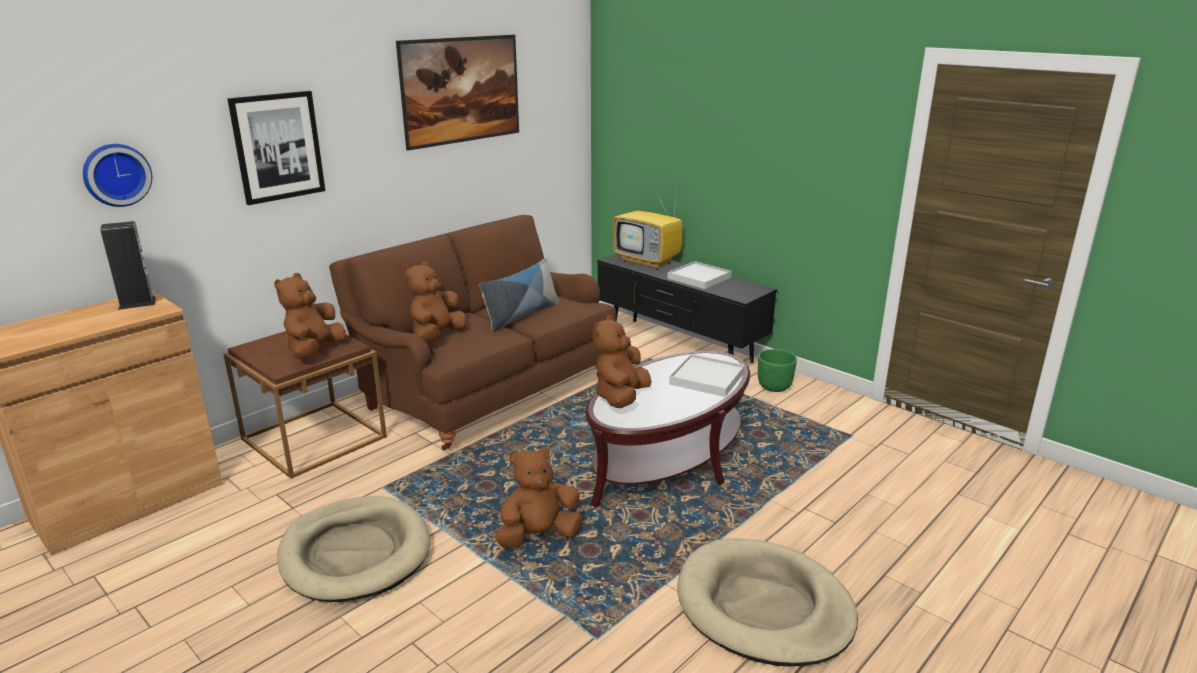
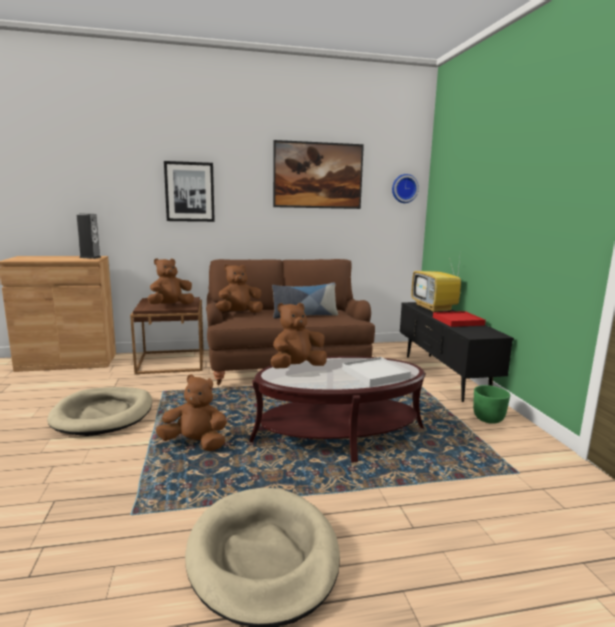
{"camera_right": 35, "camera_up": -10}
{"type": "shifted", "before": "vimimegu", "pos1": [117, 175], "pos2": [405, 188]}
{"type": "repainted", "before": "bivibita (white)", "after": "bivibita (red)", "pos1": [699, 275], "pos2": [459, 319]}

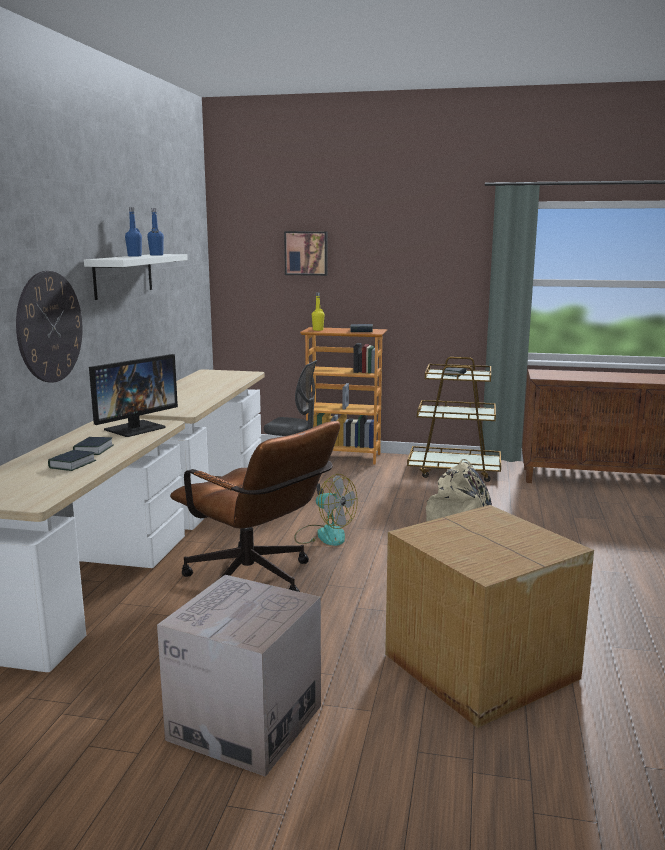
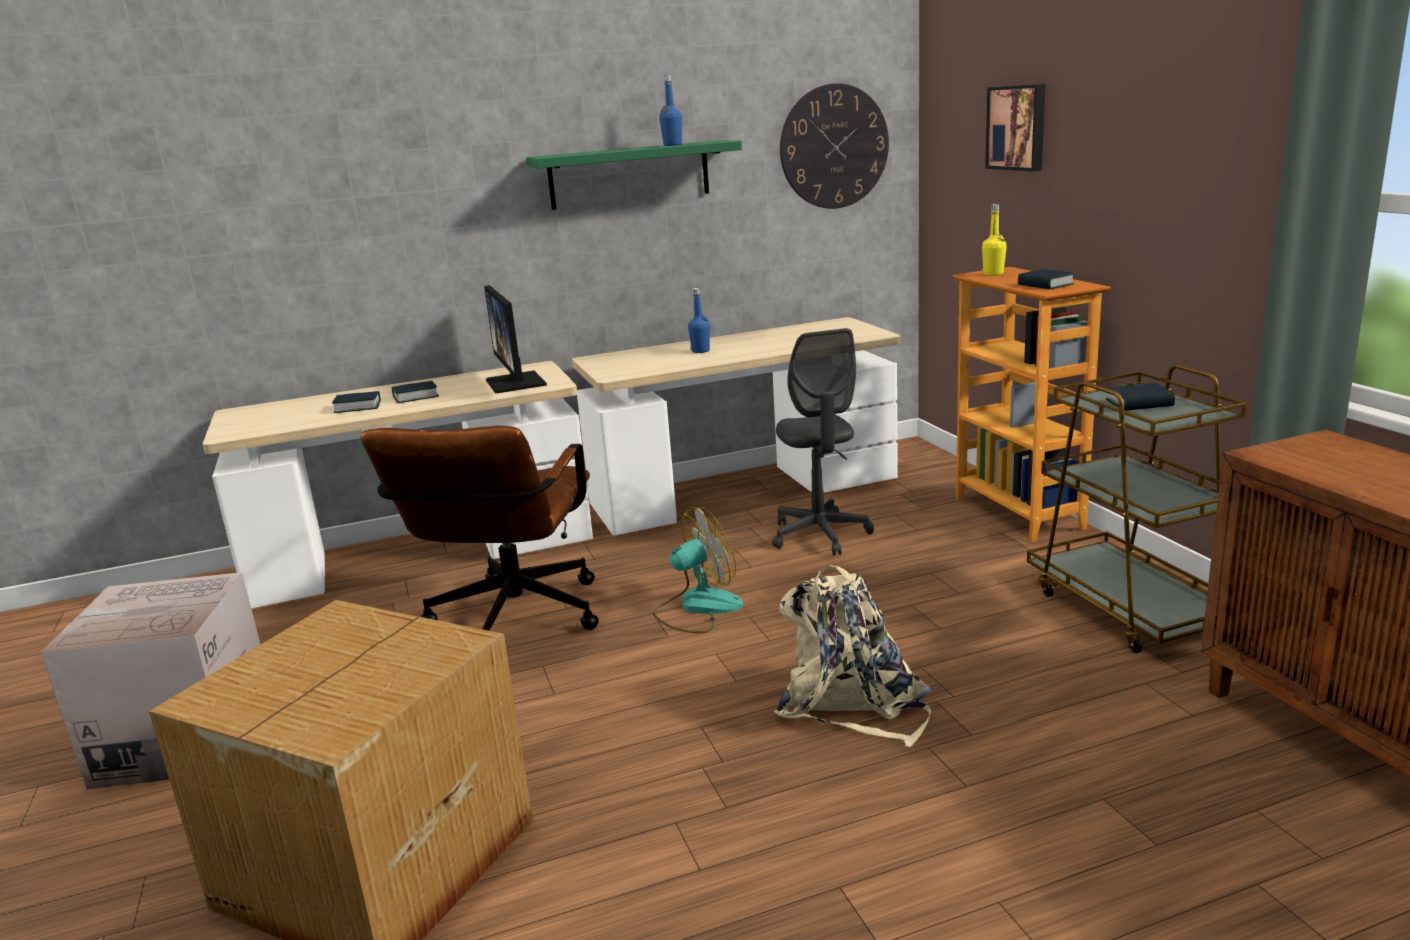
{"camera_right": 60, "camera_up": 5}
{"type": "shifted", "before": "vimimegu", "pos1": [49, 326], "pos2": [834, 146]}
{"type": "shifted", "before": "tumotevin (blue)", "pos1": [133, 232], "pos2": [699, 320]}
{"type": "repainted", "before": "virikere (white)", "after": "virikere (green)", "pos1": [136, 277], "pos2": [634, 175]}
{"type": "rotated", "before": "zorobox", "pos1": [133, 395], "pos2": [515, 339], "turn": 60}
{"type": "rotated", "before": "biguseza", "pos1": [325, 510], "pos2": [698, 569], "turn": -120}

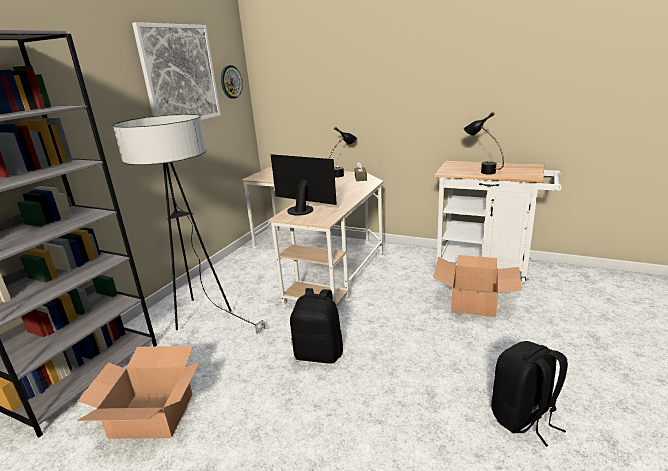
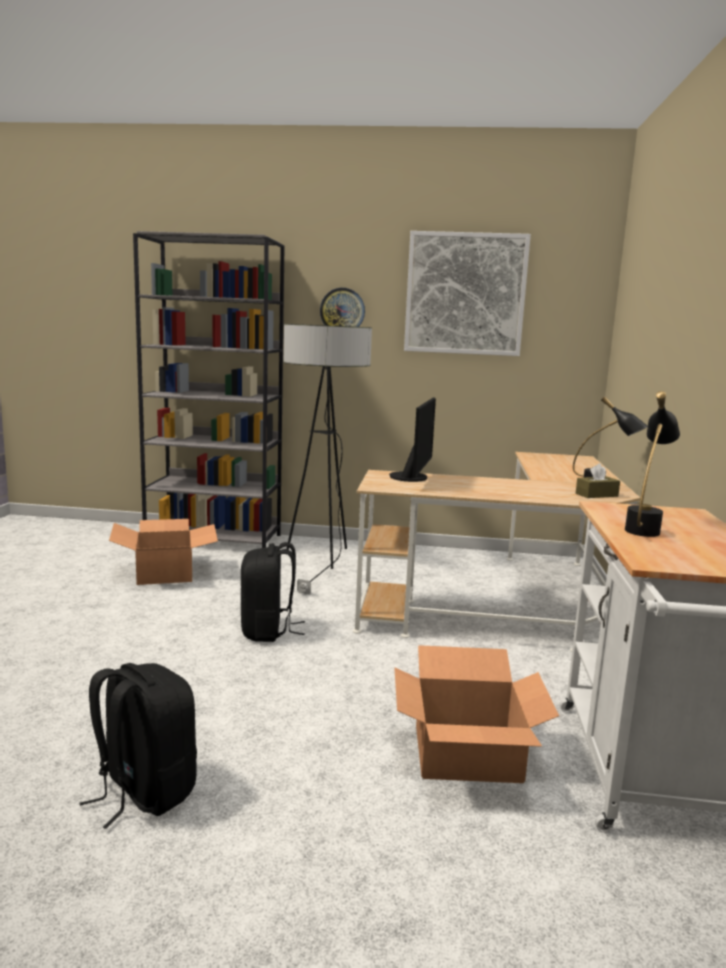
{"camera_right": 70, "camera_up": -10}
{"type": "shifted", "before": "vimimegu", "pos1": [232, 82], "pos2": [342, 307]}

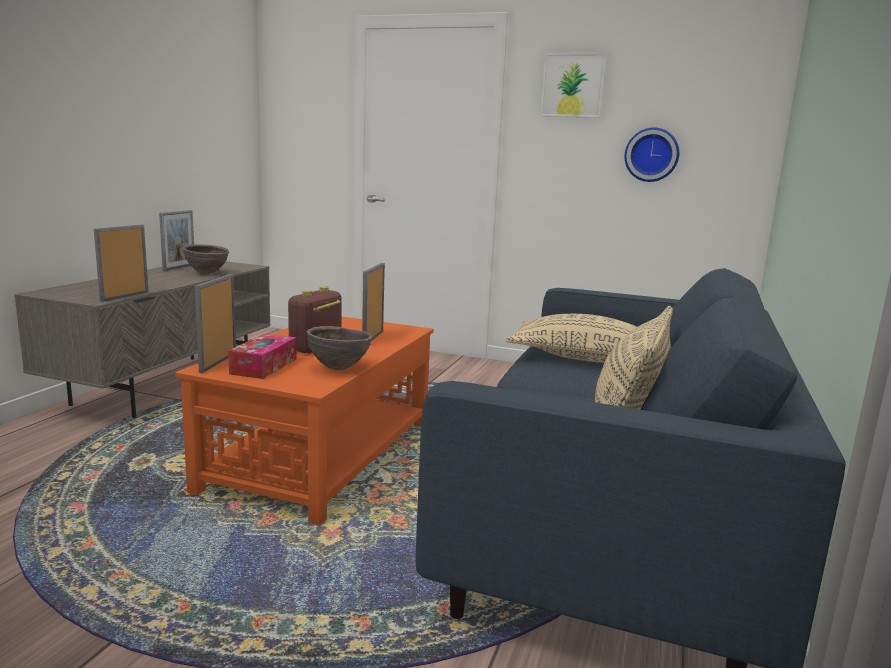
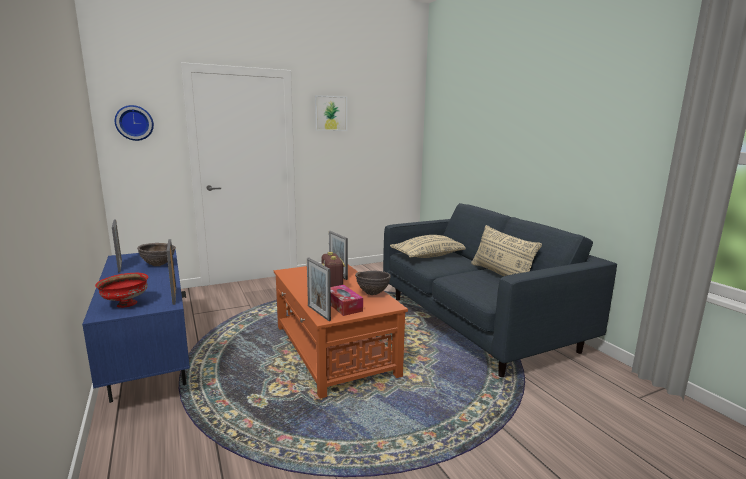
{"camera_right": -45, "camera_up": 0}
{"type": "new", "after": "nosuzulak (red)", "pos2": [121, 290]}
{"type": "shifted", "before": "vimimegu", "pos1": [651, 154], "pos2": [134, 123]}
{"type": "repainted", "before": "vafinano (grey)", "after": "vafinano (blue)", "pos1": [142, 339], "pos2": [136, 326]}

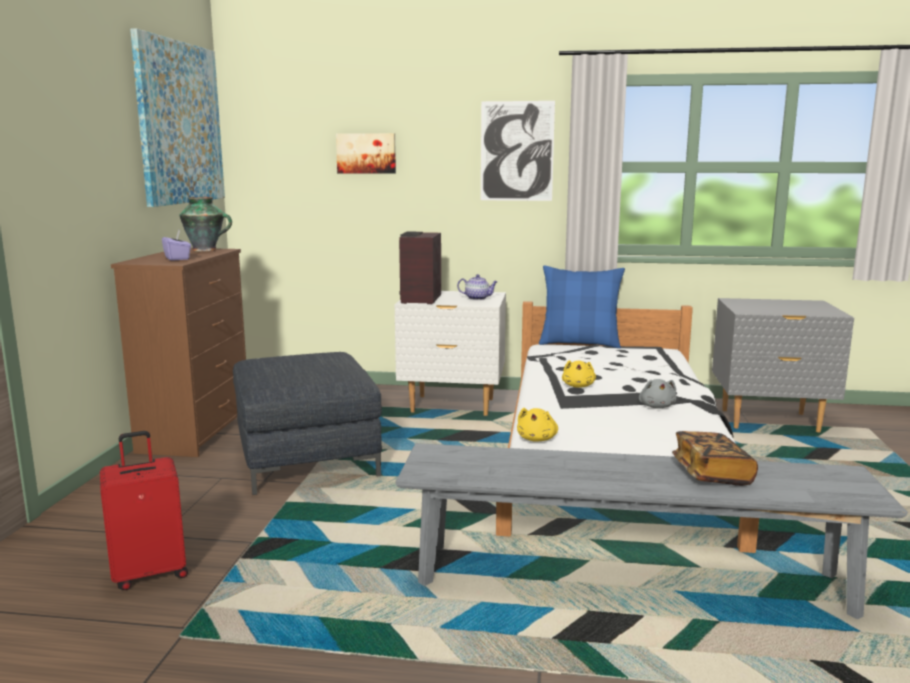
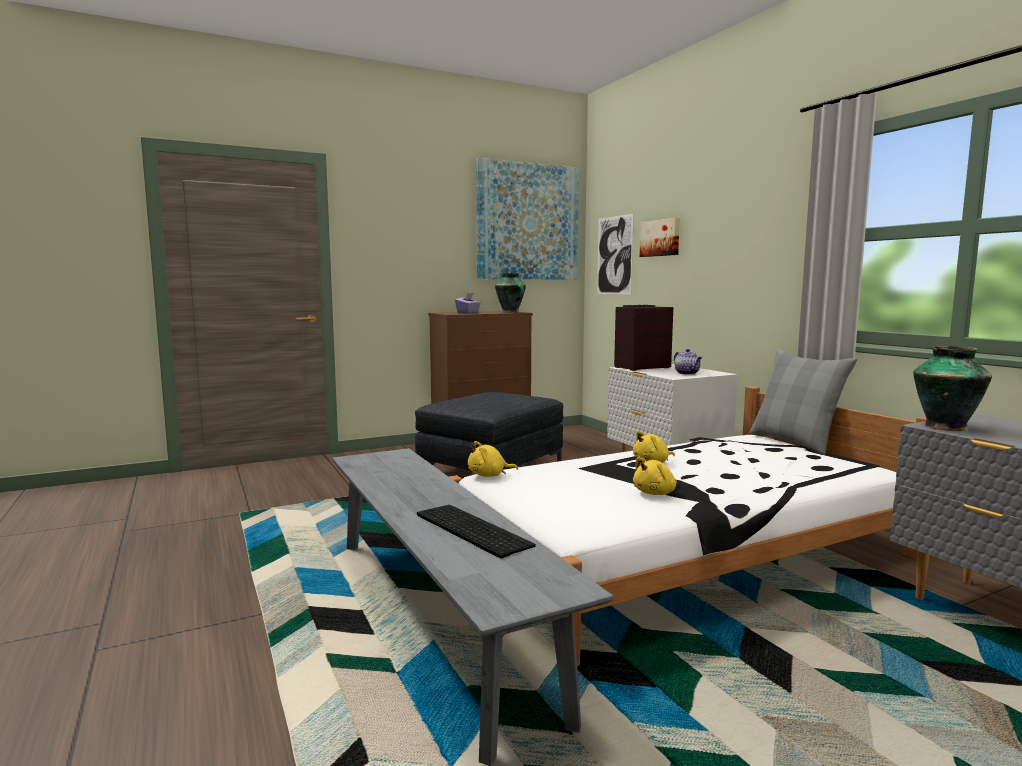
{"camera_right": 55, "camera_up": -5}
{"type": "gone", "before": "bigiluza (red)", "pos1": [144, 510]}
{"type": "new", "after": "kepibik", "pos2": [952, 388]}
{"type": "shifted", "before": "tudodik", "pos1": [518, 151], "pos2": [615, 253]}
{"type": "swapped", "before": "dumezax", "after": "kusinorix", "pos1": [715, 458], "pos2": [476, 531]}
{"type": "repainted", "before": "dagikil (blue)", "after": "dagikil (grey)", "pos1": [582, 306], "pos2": [803, 402]}
{"type": "repainted", "before": "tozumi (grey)", "after": "tozumi (yellow)", "pos1": [658, 394], "pos2": [655, 476]}

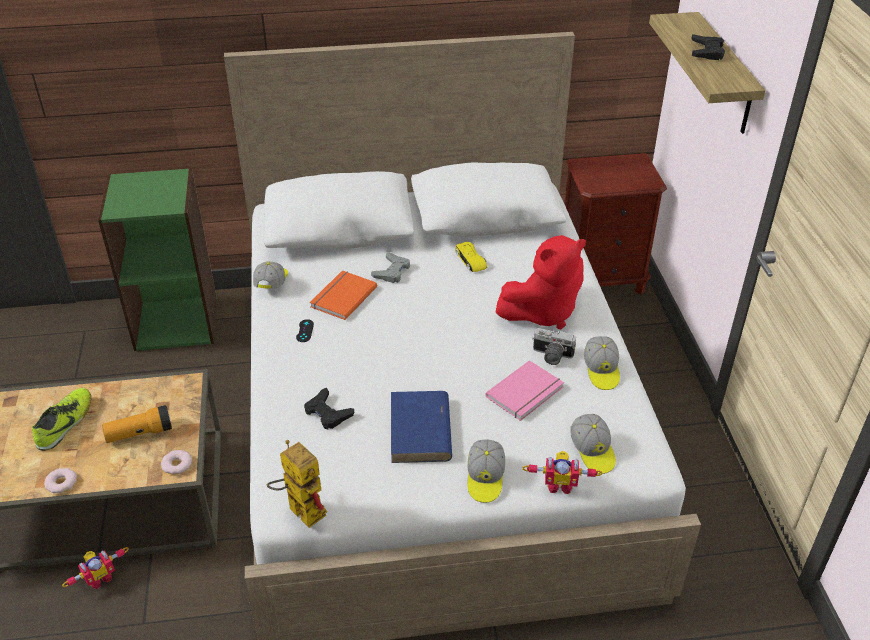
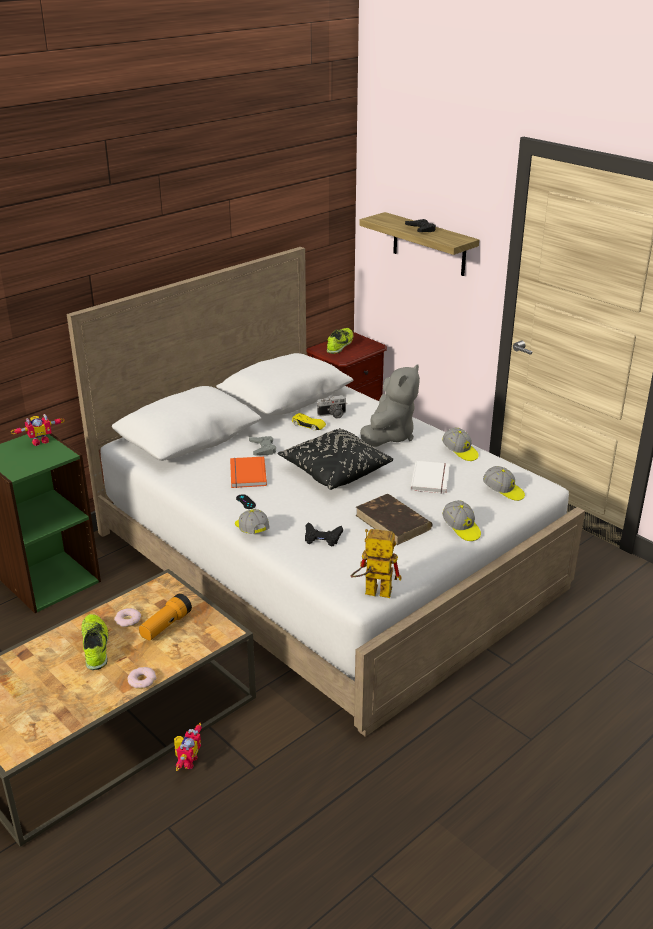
{"camera_right": -35, "camera_up": -10}
{"type": "new", "after": "dagikil (black)", "pos2": [335, 459]}
{"type": "new", "after": "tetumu", "pos2": [340, 341]}
{"type": "shifted", "before": "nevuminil", "pos1": [176, 462], "pos2": [127, 617]}
{"type": "shifted", "before": "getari", "pos1": [270, 275], "pos2": [252, 521]}
{"type": "shifted", "before": "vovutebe", "pos1": [562, 472], "pos2": [38, 430]}
{"type": "shifted", "before": "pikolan", "pos1": [554, 346], "pos2": [331, 407]}
{"type": "repainted", "before": "dumezax (blue)", "after": "dumezax (brown)", "pos1": [421, 427], "pos2": [394, 519]}
{"type": "repainted", "before": "dumezax (pink)", "after": "dumezax (white)", "pos1": [525, 390], "pos2": [430, 477]}
{"type": "repainted", "before": "tozumi (red)", "after": "tozumi (grey)", "pos1": [541, 282], "pos2": [390, 405]}

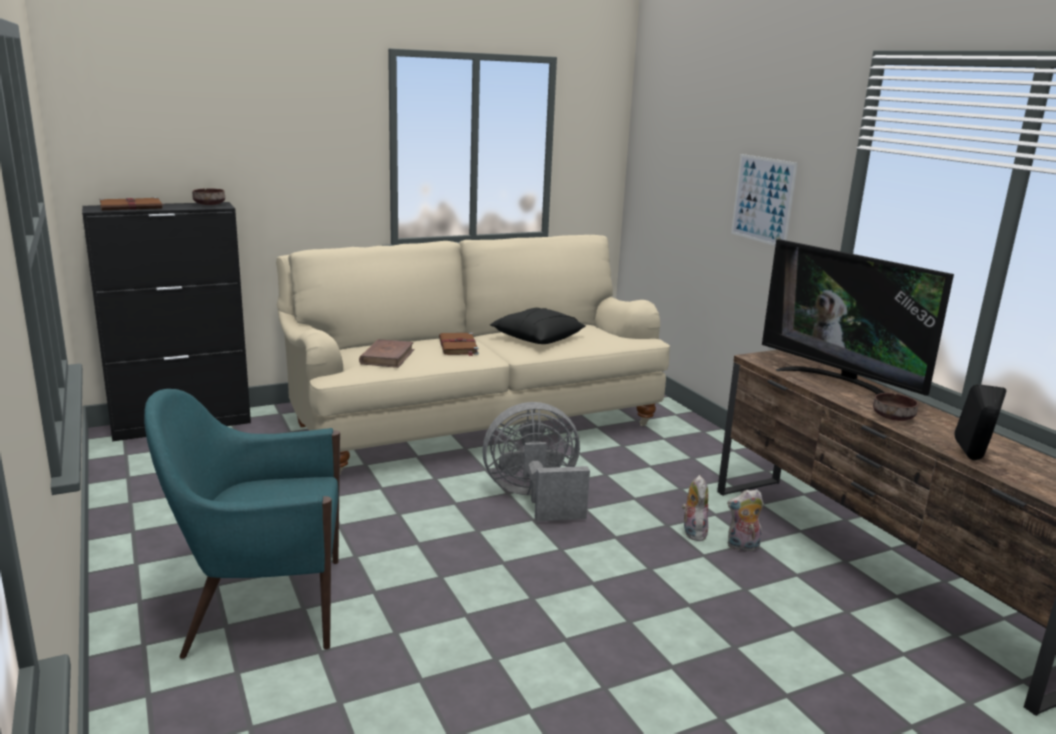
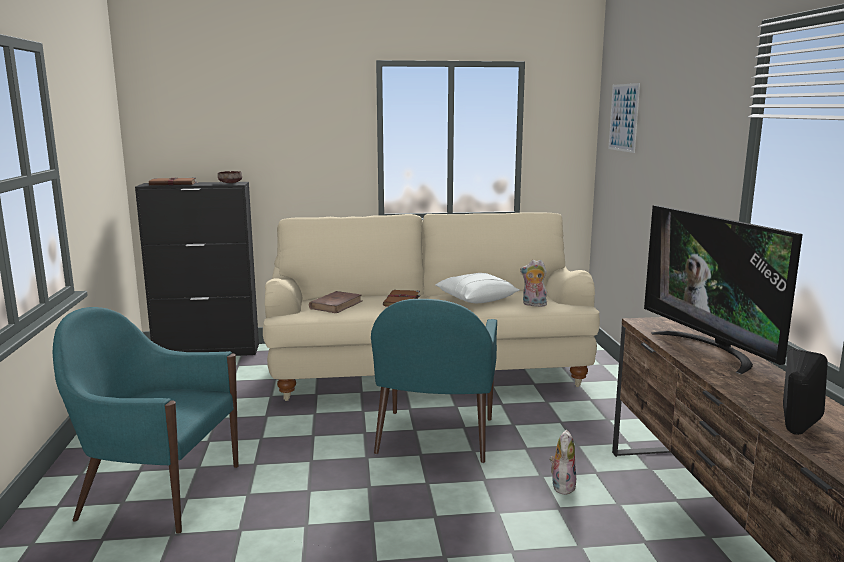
{"camera_right": 20, "camera_up": -5}
{"type": "gone", "before": "nosuzulak (brown)", "pos1": [895, 407]}
{"type": "shifted", "before": "tozumi", "pos1": [745, 520], "pos2": [533, 283]}
{"type": "shifted", "before": "tudodik", "pos1": [764, 200], "pos2": [624, 118]}
{"type": "swapped", "before": "biguseza (grey)", "after": "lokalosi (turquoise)", "pos1": [536, 462], "pos2": [434, 381]}
{"type": "repainted", "before": "dagikil (black)", "after": "dagikil (white)", "pos1": [538, 326], "pos2": [477, 288]}

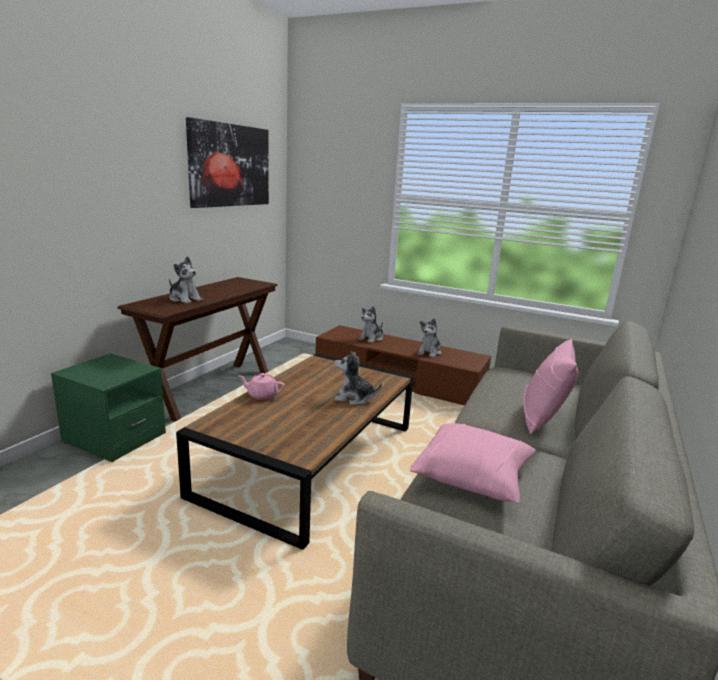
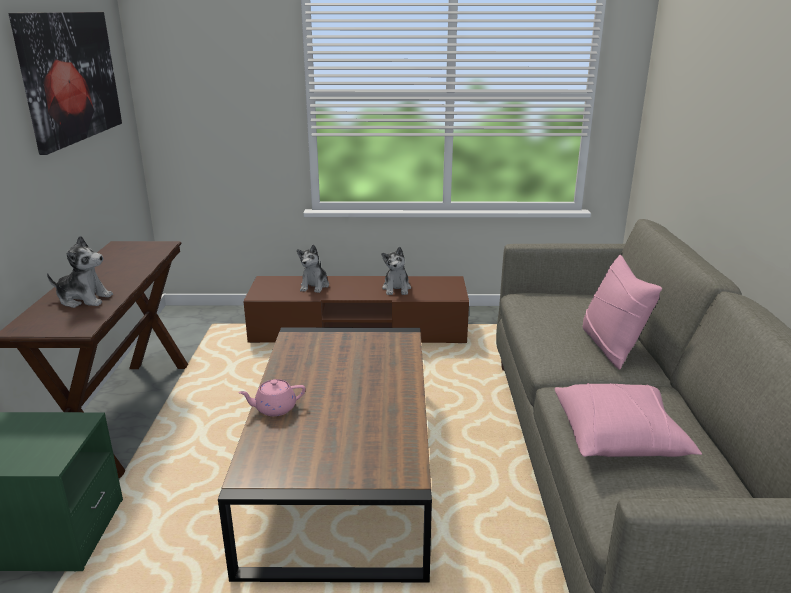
{"camera_right": -25, "camera_up": 5}
{"type": "gone", "before": "tozumi", "pos1": [358, 378]}

